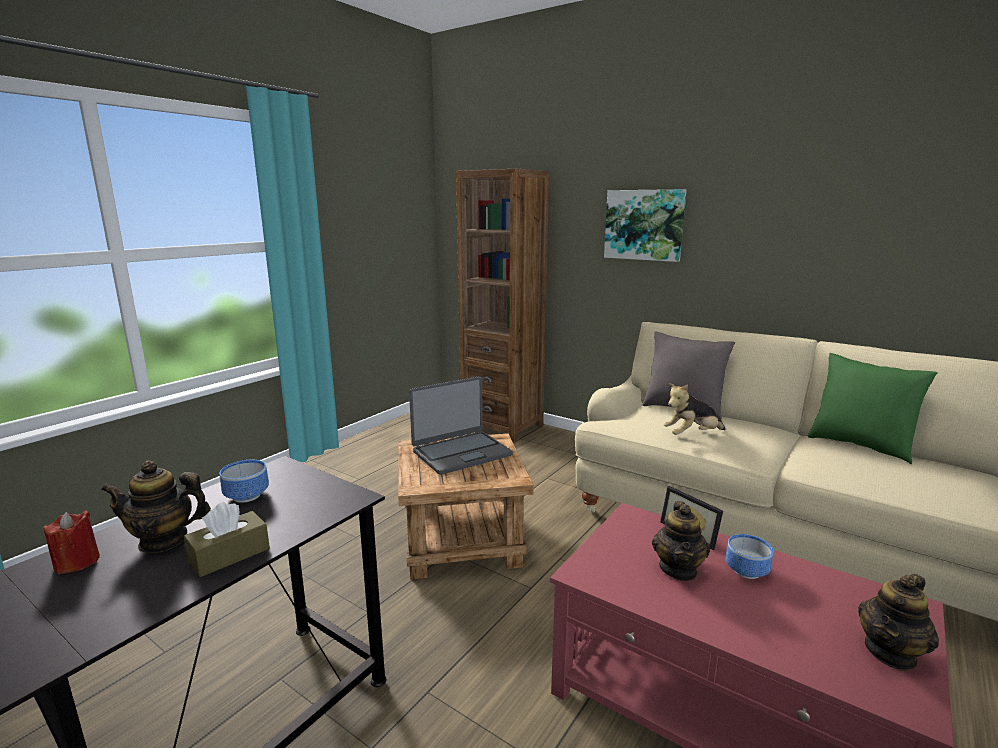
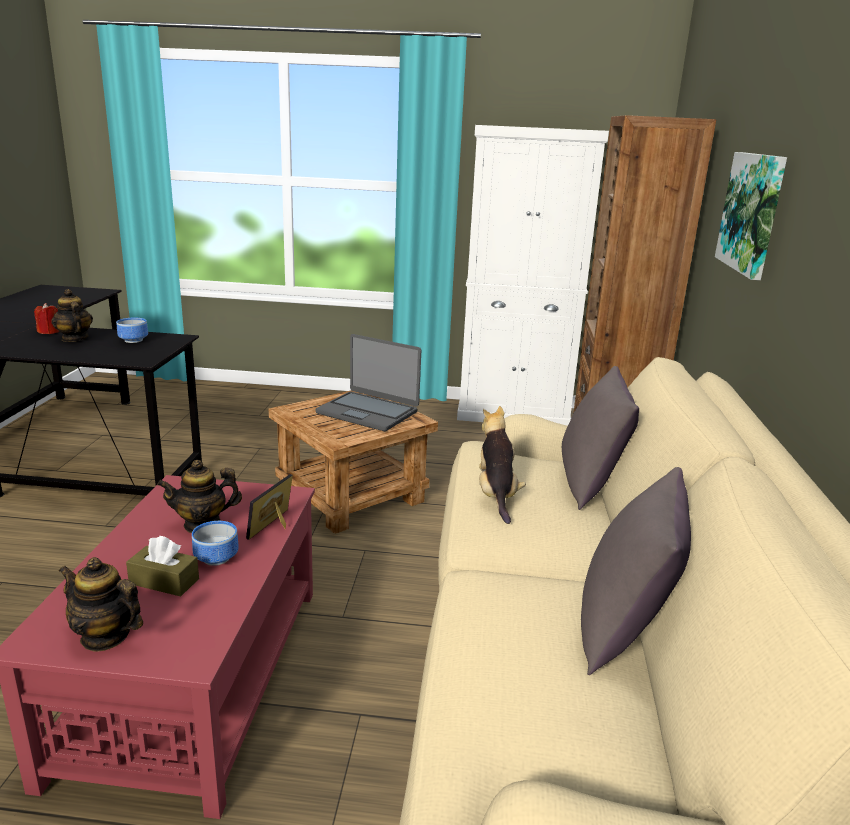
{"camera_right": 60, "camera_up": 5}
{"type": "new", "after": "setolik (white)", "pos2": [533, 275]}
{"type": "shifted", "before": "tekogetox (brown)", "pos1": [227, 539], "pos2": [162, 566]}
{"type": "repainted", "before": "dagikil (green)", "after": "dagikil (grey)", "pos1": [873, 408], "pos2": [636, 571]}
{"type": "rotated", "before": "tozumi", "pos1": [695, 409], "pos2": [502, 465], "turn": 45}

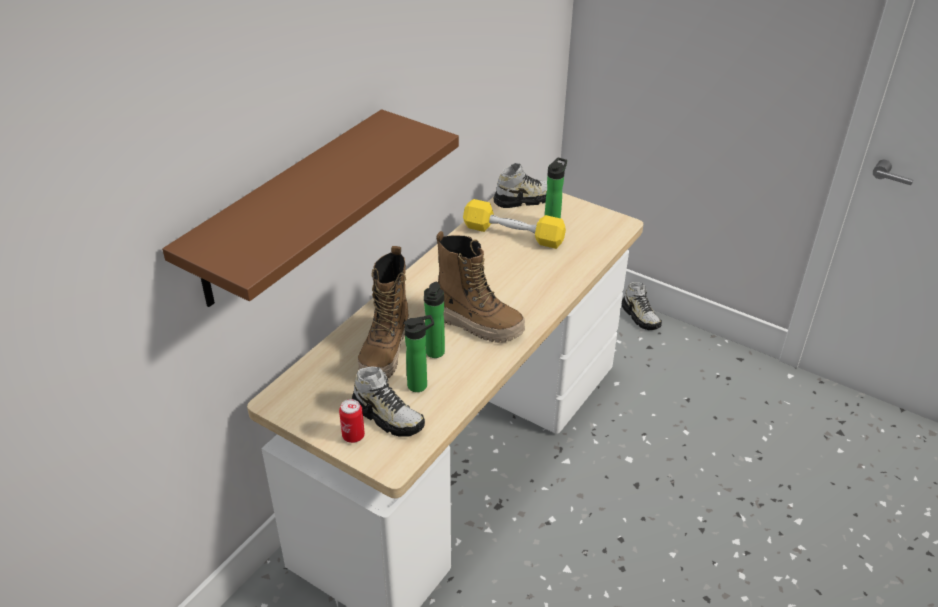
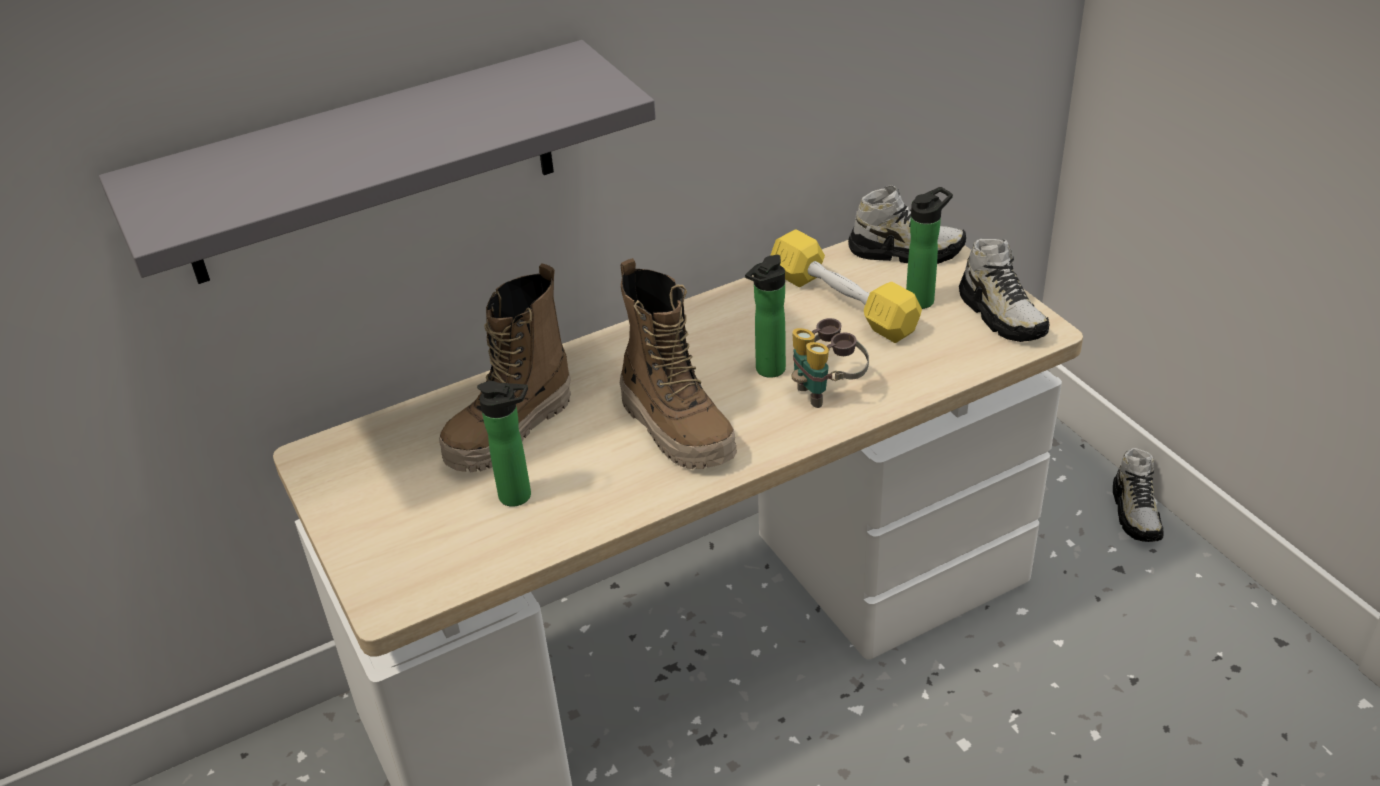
{"camera_right": 30, "camera_up": 0}
{"type": "gone", "before": "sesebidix", "pos1": [352, 421]}
{"type": "new", "after": "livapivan", "pos2": [830, 363]}
{"type": "shifted", "before": "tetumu", "pos1": [388, 401], "pos2": [1004, 290]}
{"type": "shifted", "before": "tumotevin", "pos1": [434, 320], "pos2": [765, 316]}
{"type": "repainted", "before": "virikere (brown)", "after": "virikere (grey)", "pos1": [310, 208], "pos2": [377, 162]}

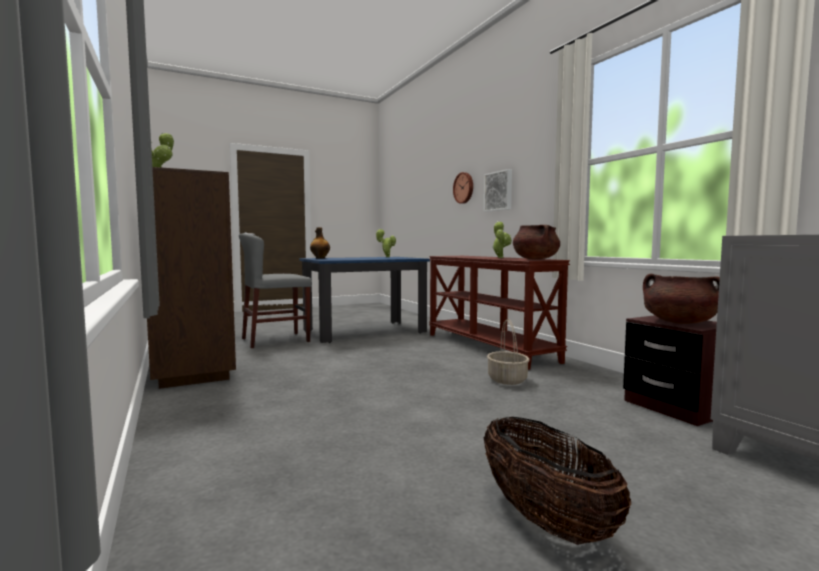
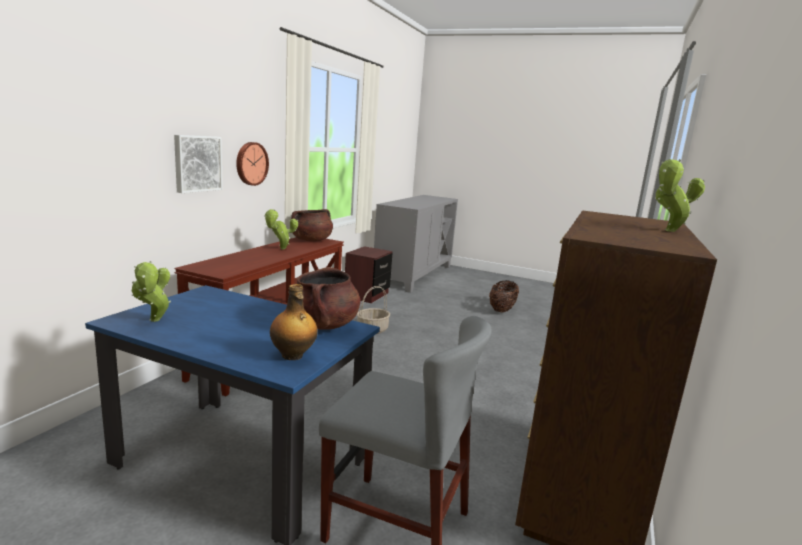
{"camera_right": -130, "camera_up": 10}
{"type": "shifted", "before": "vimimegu", "pos1": [463, 188], "pos2": [252, 164]}
{"type": "shifted", "before": "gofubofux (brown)", "pos1": [681, 299], "pos2": [329, 298]}

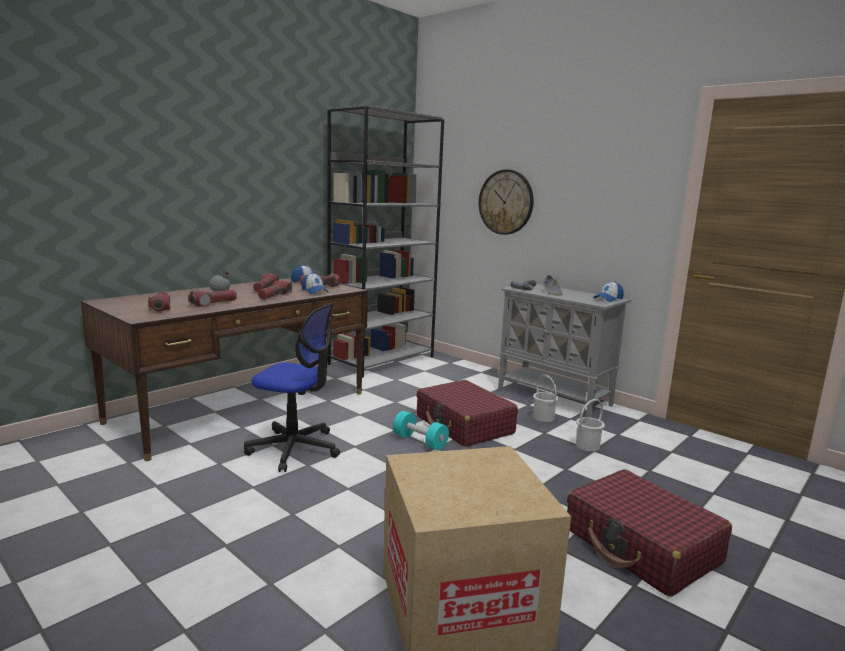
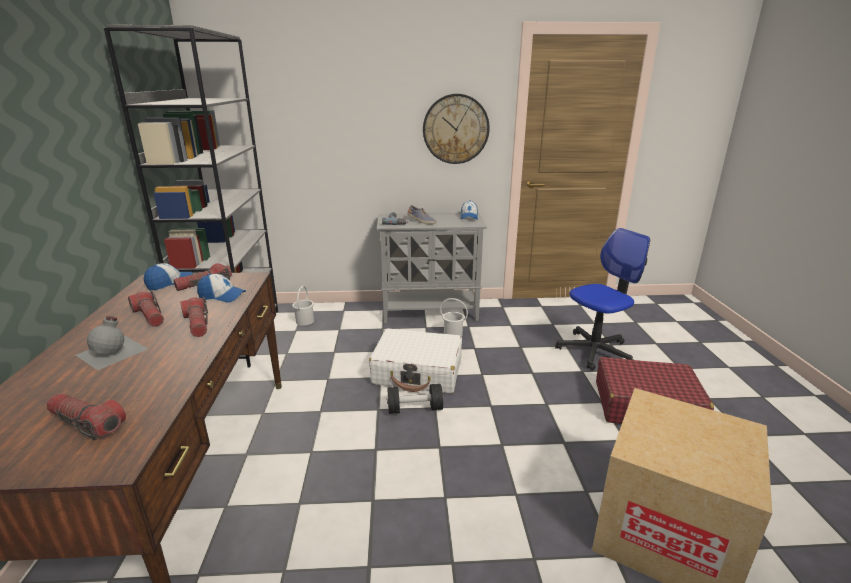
{"camera_right": -45, "camera_up": 10}
{"type": "gone", "before": "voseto", "pos1": [212, 298]}
{"type": "shifted", "before": "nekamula", "pos1": [292, 387], "pos2": [602, 299]}
{"type": "shifted", "before": "vimimegu", "pos1": [506, 202], "pos2": [456, 129]}
{"type": "shifted", "before": "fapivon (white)", "pos1": [590, 425], "pos2": [303, 306]}
{"type": "repainted", "before": "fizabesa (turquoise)", "after": "fizabesa (black)", "pos1": [421, 430], "pos2": [415, 399]}
{"type": "repainted", "before": "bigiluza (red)", "after": "bigiluza (white)", "pos1": [467, 413], "pos2": [415, 361]}

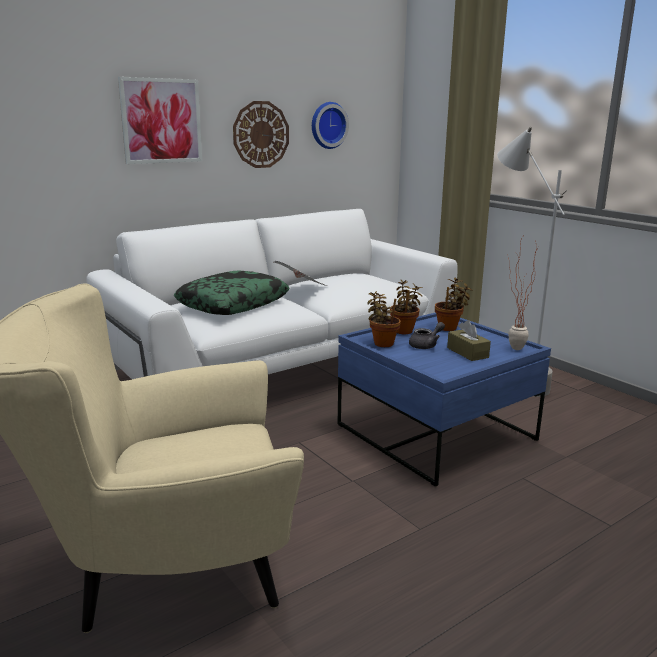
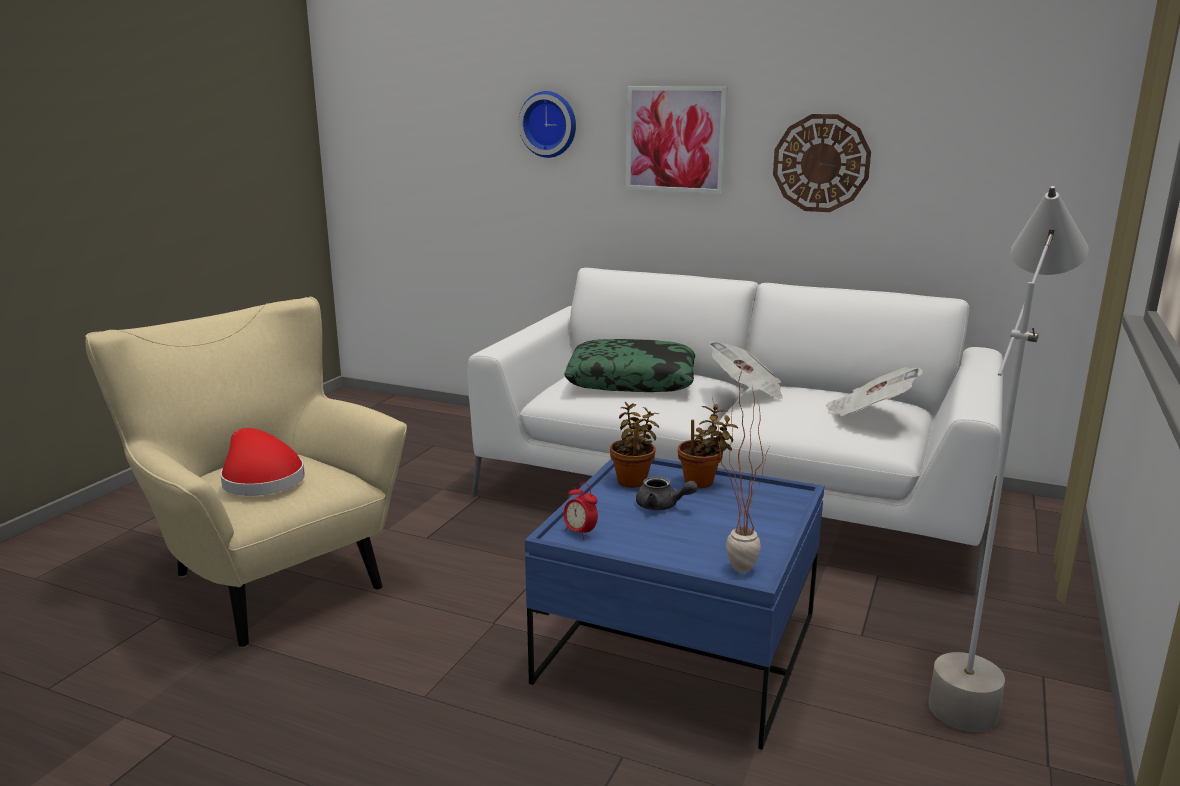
{"camera_right": 60, "camera_up": 0}
{"type": "gone", "before": "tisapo", "pos1": [454, 304]}
{"type": "gone", "before": "tekogetox (brown)", "pos1": [469, 340]}
{"type": "new", "after": "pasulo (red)", "pos2": [262, 462]}
{"type": "new", "after": "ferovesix", "pos2": [580, 510]}
{"type": "new", "after": "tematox", "pos2": [874, 392]}
{"type": "shifted", "before": "vimimegu", "pos1": [330, 125], "pos2": [547, 124]}

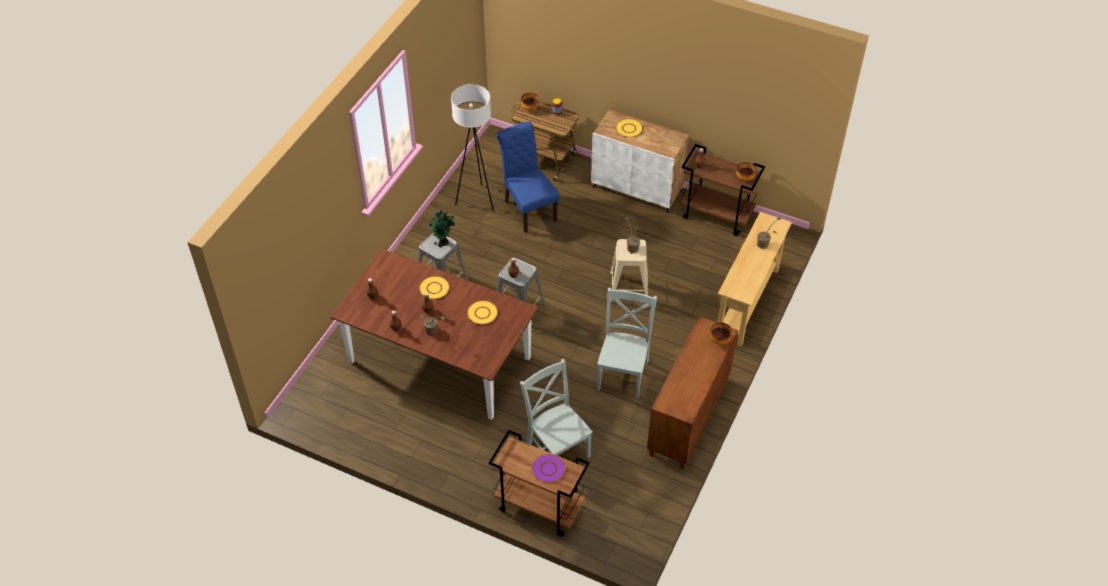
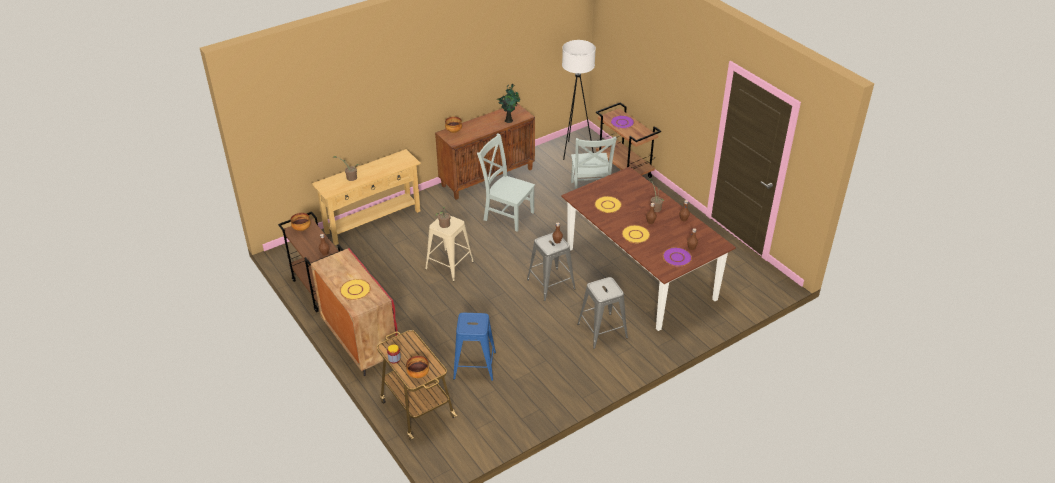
{"camera_right": -150, "camera_up": -10}
{"type": "new", "after": "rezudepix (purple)", "pos2": [677, 256]}
{"type": "shifted", "before": "tisapo", "pos1": [442, 228], "pos2": [508, 103]}
{"type": "shifted", "before": "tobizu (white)", "pos1": [472, 148], "pos2": [579, 100]}
{"type": "swapped", "before": "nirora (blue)", "after": "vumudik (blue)", "pos1": [528, 177], "pos2": [474, 347]}
{"type": "repainted", "before": "setolik (white)", "after": "setolik (red)", "pos1": [640, 161], "pos2": [354, 312]}
{"type": "rotated", "before": "nirora (grey)", "pos1": [627, 343], "pos2": [506, 182], "turn": 75}

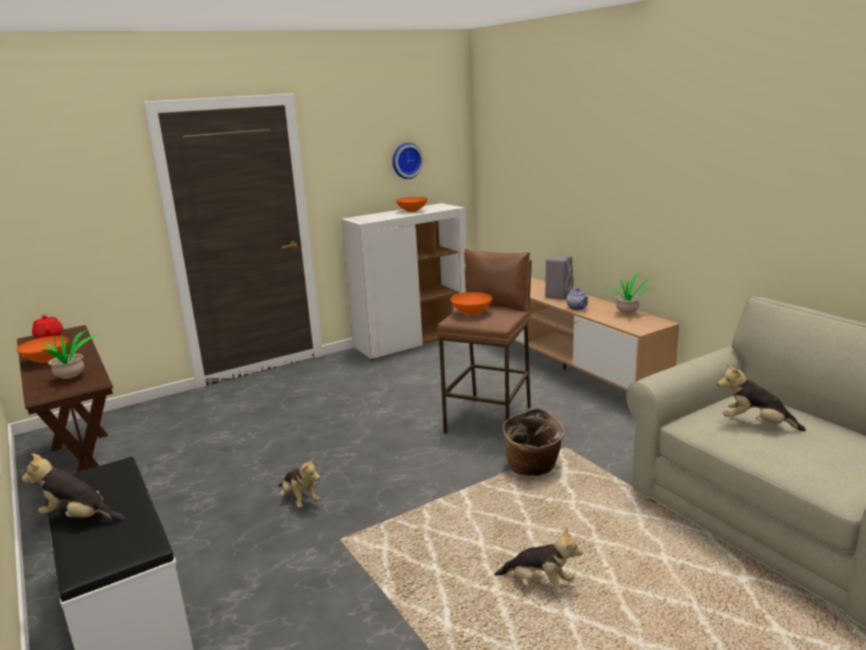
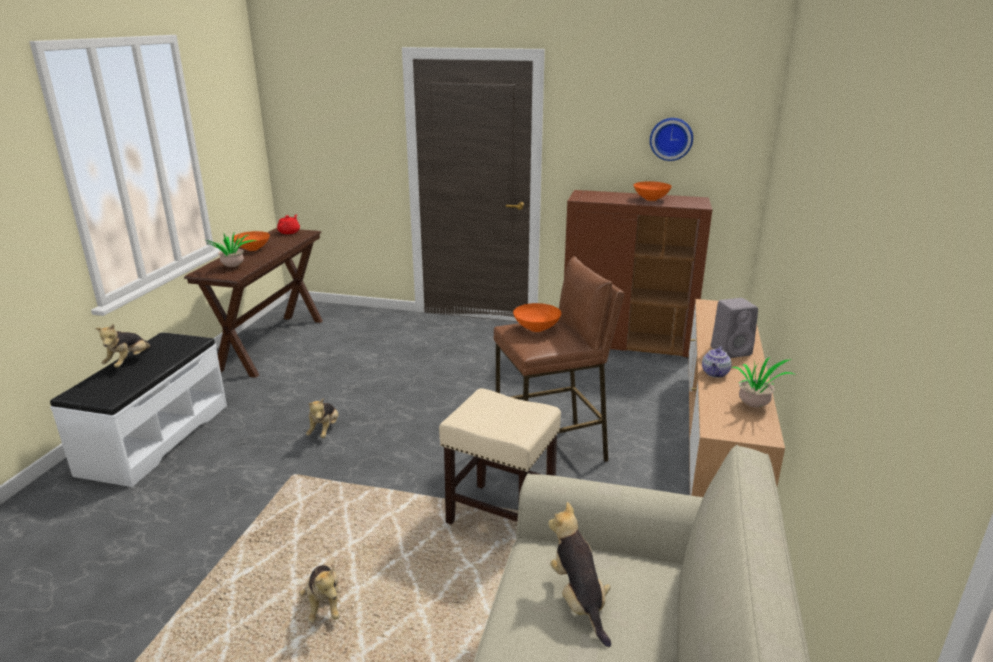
{"camera_right": 45, "camera_up": 5}
{"type": "swapped", "before": "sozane", "after": "vumudik (beige)", "pos1": [533, 442], "pos2": [500, 456]}
{"type": "repainted", "before": "setolik (white)", "after": "setolik (brown)", "pos1": [403, 281], "pos2": [638, 274]}
{"type": "rotated", "before": "tozumi", "pos1": [73, 487], "pos2": [123, 346], "turn": -135}

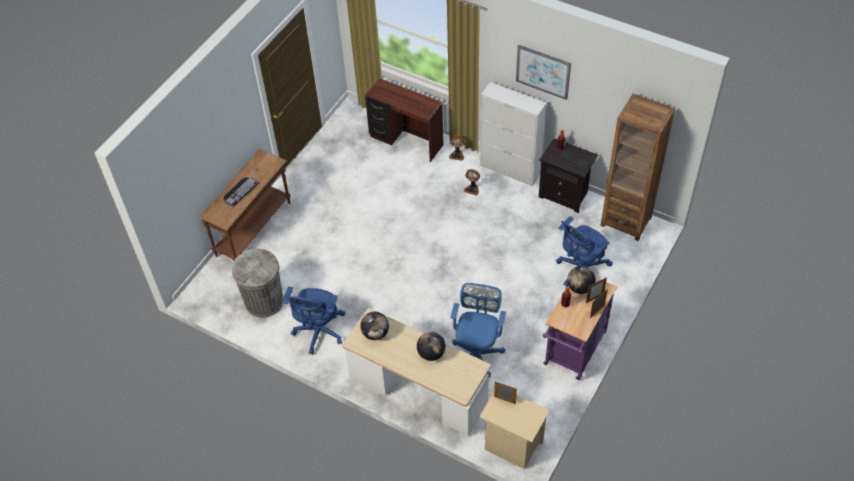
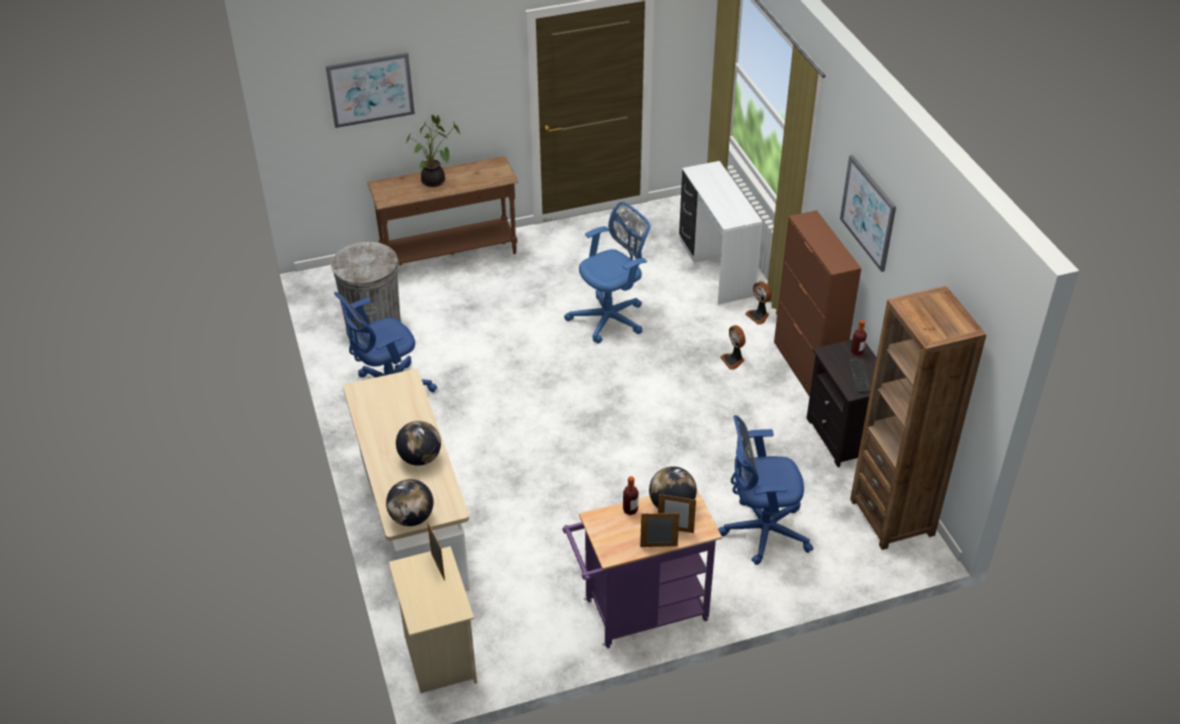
{"camera_right": 40, "camera_up": -10}
{"type": "new", "after": "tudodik", "pos2": [370, 90]}
{"type": "shifted", "before": "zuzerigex", "pos1": [374, 326], "pos2": [409, 502]}
{"type": "shifted", "before": "nekamula (blue)", "pos1": [478, 330], "pos2": [607, 272]}
{"type": "swapped", "before": "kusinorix", "after": "tisapo", "pos1": [241, 192], "pos2": [433, 151]}
{"type": "repainted", "before": "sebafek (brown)", "after": "sebafek (white)", "pos1": [404, 120], "pos2": [721, 233]}
{"type": "repainted", "before": "setolik (white)", "after": "setolik (brown)", "pos1": [513, 134], "pos2": [818, 303]}

